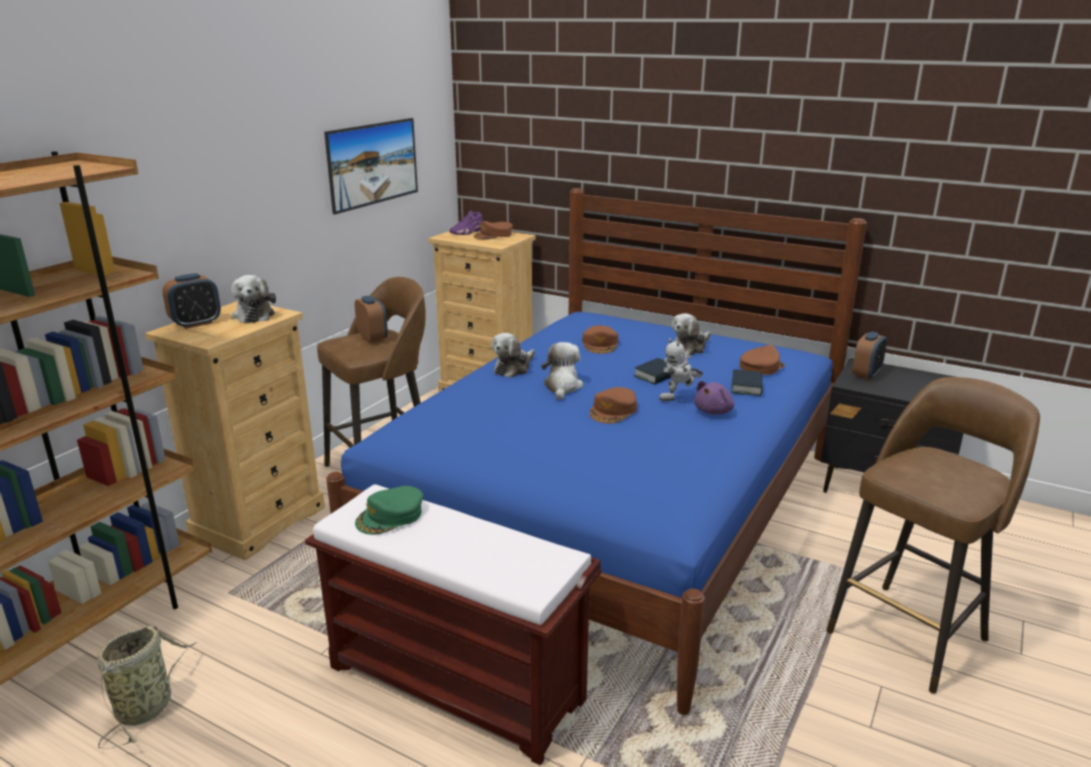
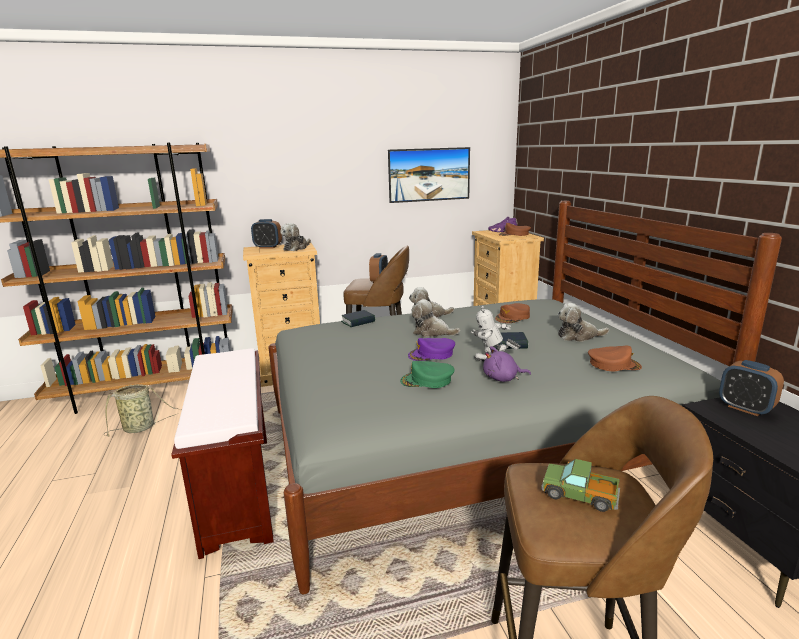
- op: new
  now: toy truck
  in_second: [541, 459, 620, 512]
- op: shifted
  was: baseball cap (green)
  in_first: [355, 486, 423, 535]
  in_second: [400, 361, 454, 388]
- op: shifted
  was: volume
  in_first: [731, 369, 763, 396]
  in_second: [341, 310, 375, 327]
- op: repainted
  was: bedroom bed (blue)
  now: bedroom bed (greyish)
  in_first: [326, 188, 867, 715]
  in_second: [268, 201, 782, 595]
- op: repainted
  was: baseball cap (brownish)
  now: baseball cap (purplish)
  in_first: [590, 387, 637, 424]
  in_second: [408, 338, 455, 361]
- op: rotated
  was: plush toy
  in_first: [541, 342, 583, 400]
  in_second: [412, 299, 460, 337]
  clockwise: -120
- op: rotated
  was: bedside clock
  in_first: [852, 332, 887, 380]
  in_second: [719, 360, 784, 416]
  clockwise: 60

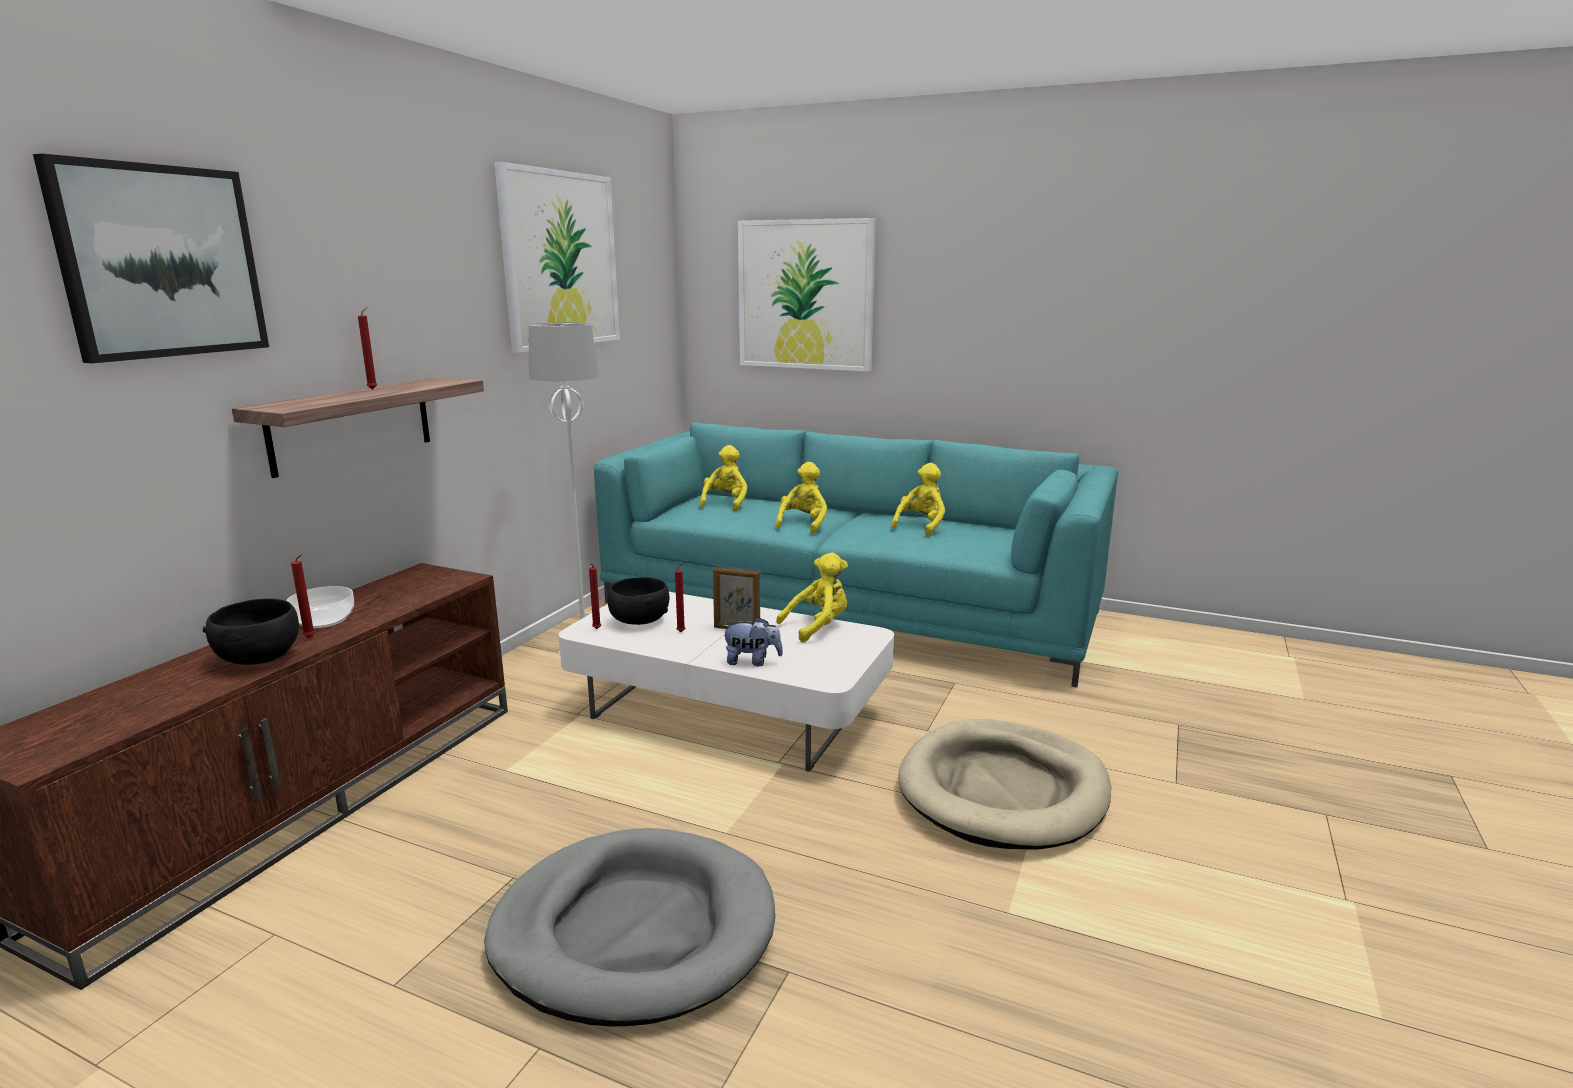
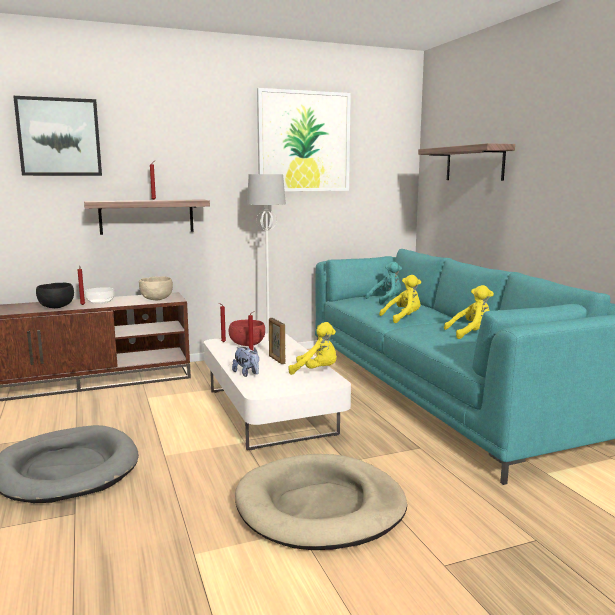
- op: new
  now: serving bowl (beige)
  in_second: [139, 276, 173, 300]
- op: swapped
  was: wall art
  now: shelf
  in_first: [738, 218, 876, 372]
  in_second: [418, 143, 515, 181]
- op: repainted
  was: serving bowl (blackish)
  now: serving bowl (reddish)
  in_first: [607, 577, 670, 625]
  in_second: [229, 320, 265, 346]
- op: repainted
  was: plush toy (yellowish)
  now: plush toy (turquoise)
  in_first: [700, 445, 748, 512]
  in_second: [365, 262, 402, 304]

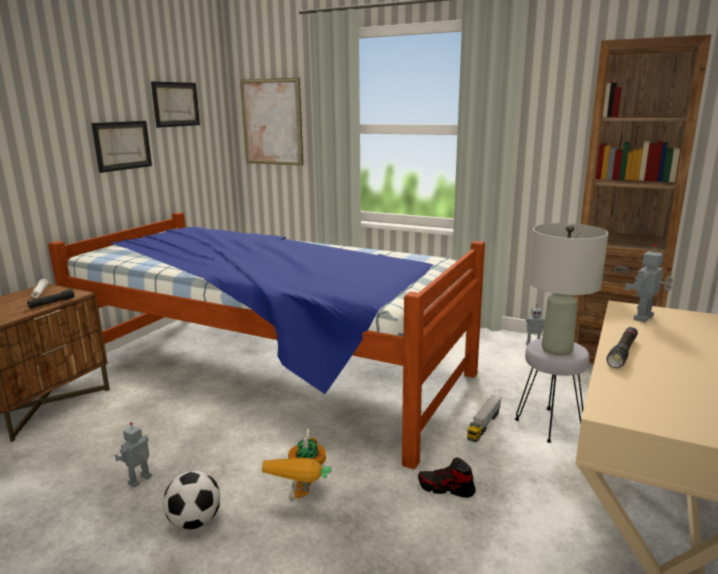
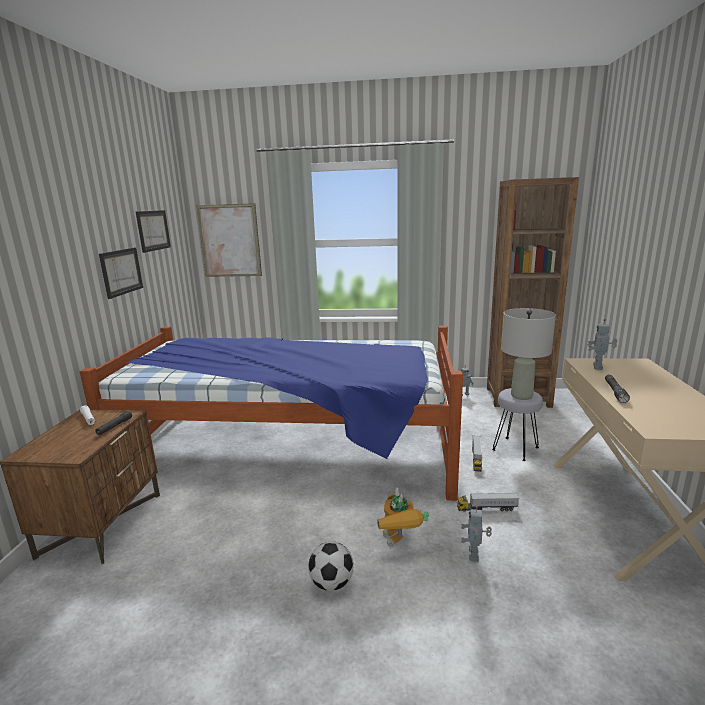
- op: shifted
  was: toy robot
  in_first: [115, 422, 152, 488]
  in_second: [461, 507, 492, 562]
- op: swapped
  was: shoe
  now: toy truck
  in_first: [418, 458, 476, 498]
  in_second: [457, 493, 519, 512]

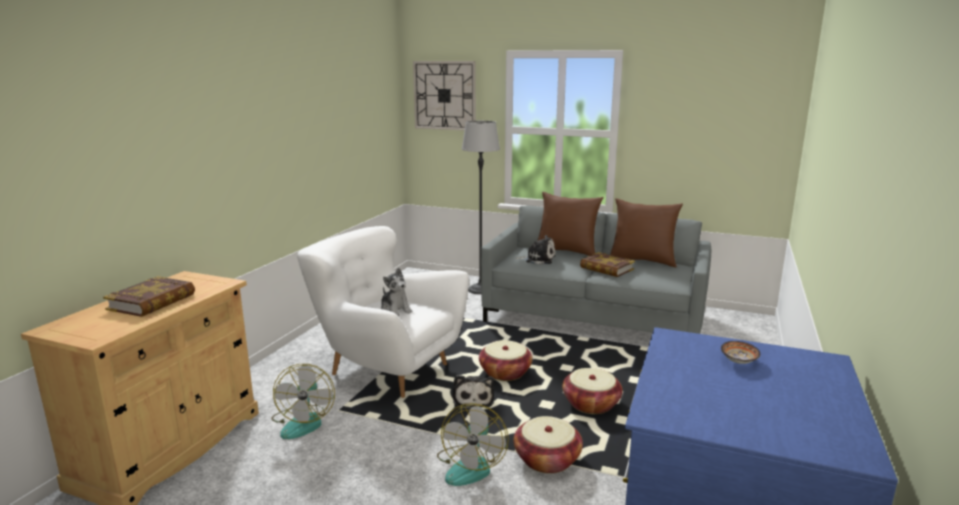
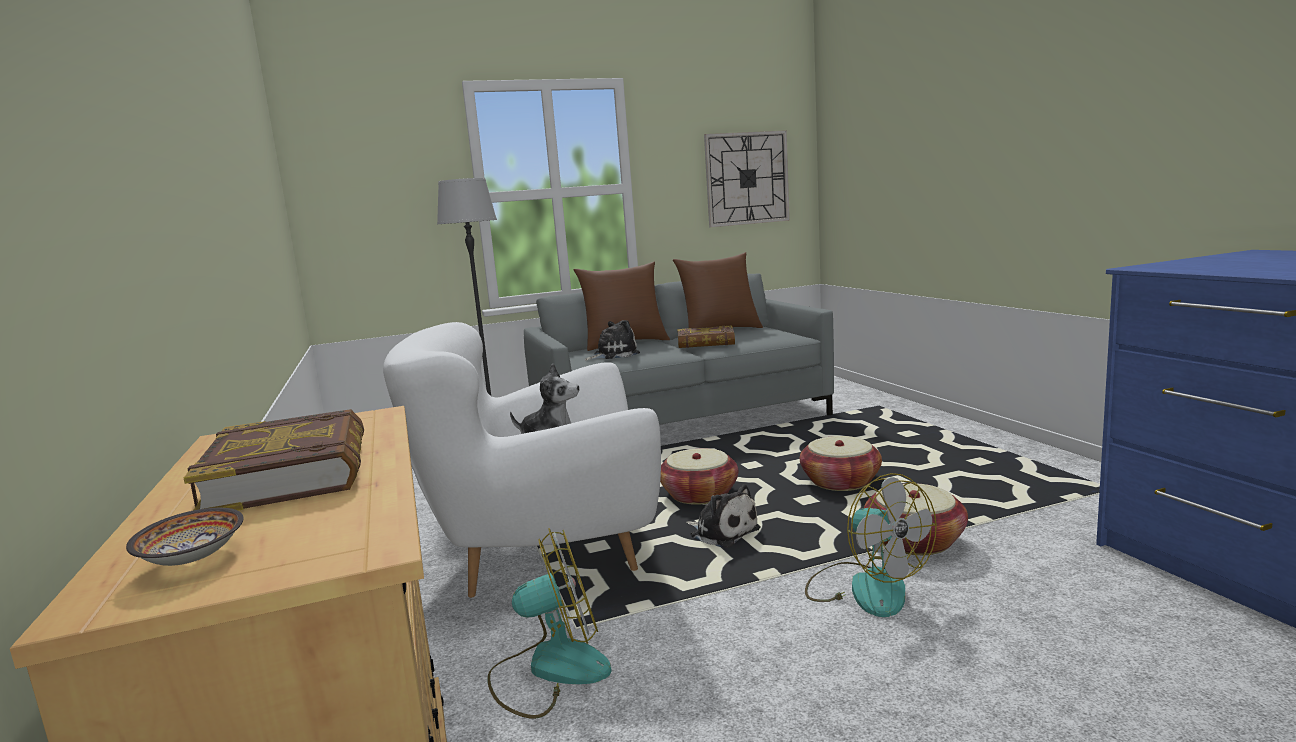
- op: shifted
  was: hanging clock
  in_first: [413, 61, 476, 131]
  in_second: [704, 130, 790, 227]
- op: shifted
  was: serving bowl
  in_first: [721, 341, 760, 364]
  in_second: [126, 508, 244, 566]
- op: rotated
  was: electric fan
  in_first: [271, 364, 335, 439]
  in_second: [487, 528, 612, 719]
  clockwise: -60

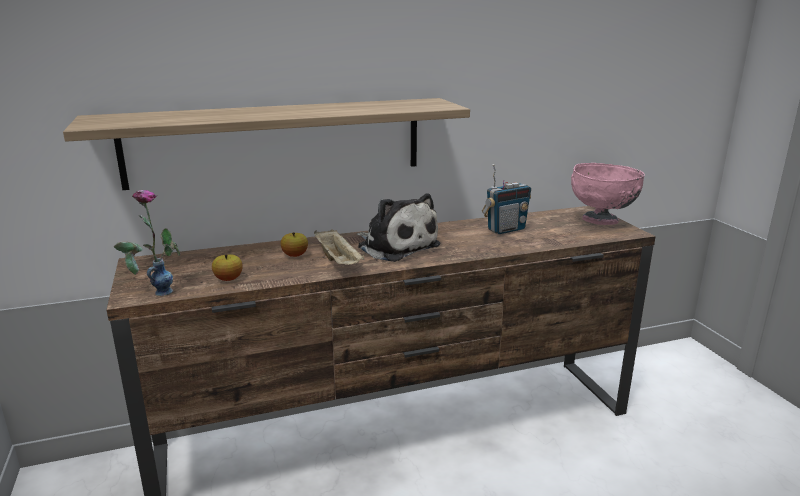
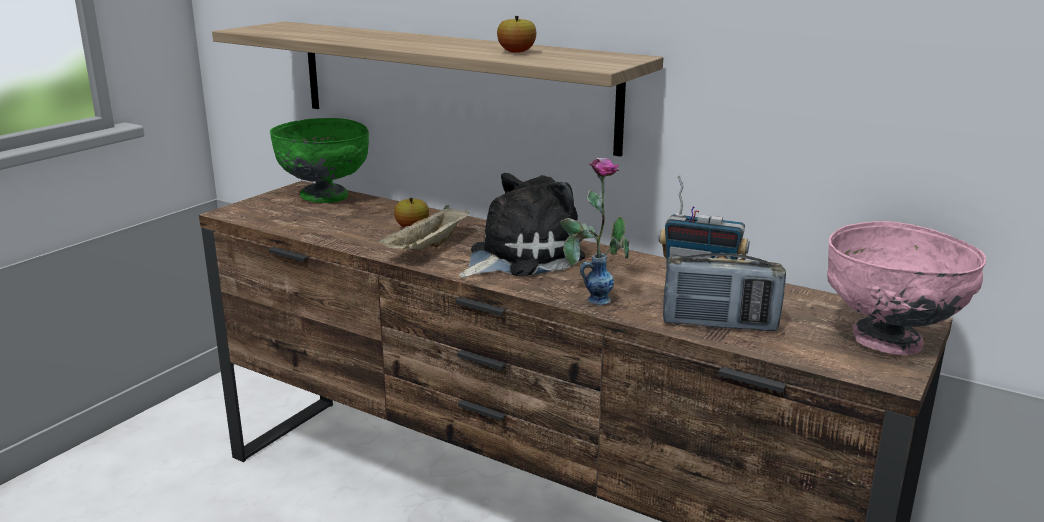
- op: new
  now: serving bowl (green)
  in_second: [270, 118, 369, 203]
- op: new
  now: radio receiver
  in_second: [663, 253, 786, 331]
- op: shifted
  was: decorative vase
  in_first: [114, 190, 181, 296]
  in_second: [560, 158, 629, 305]
- op: shifted
  was: apple fruit
  in_first: [212, 254, 243, 281]
  in_second: [497, 16, 536, 53]
- op: rotated
  was: plush toy
  in_first: [356, 194, 441, 262]
  in_second: [459, 173, 585, 278]
  clockwise: -135

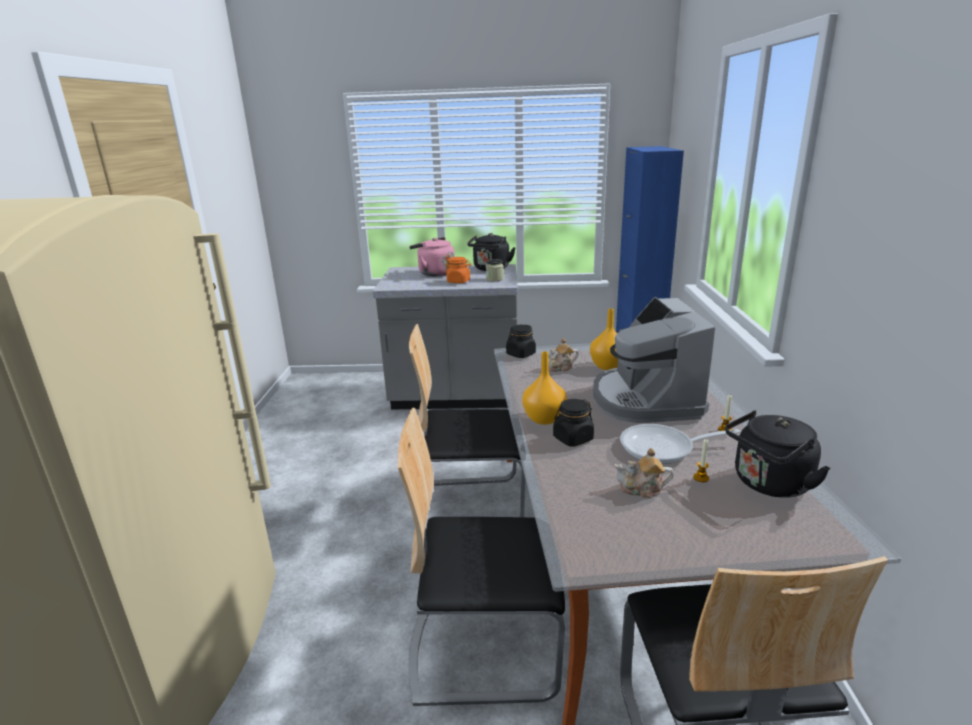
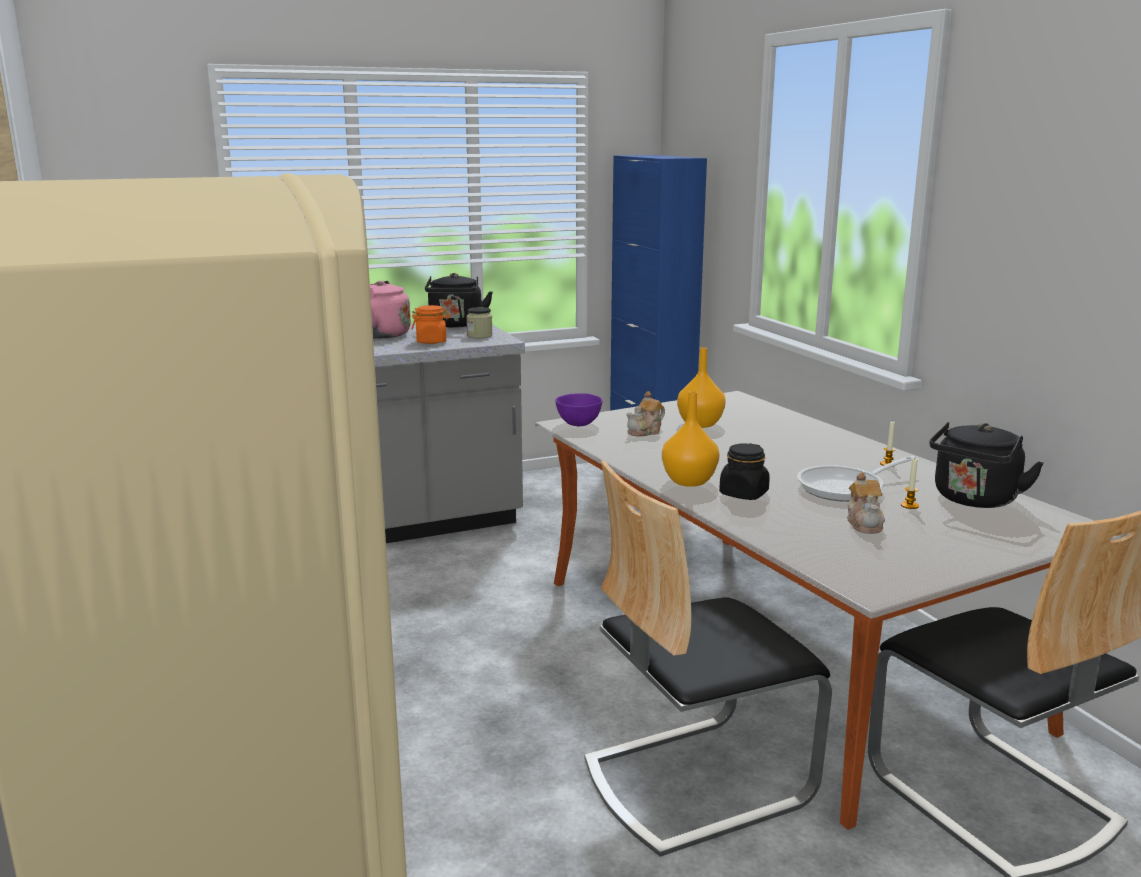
- op: gone
  was: upright chair
  in_first: [409, 324, 525, 517]
- op: gone
  was: coffee brewer
  in_first: [593, 297, 716, 423]
- op: swapped
  was: preserve jar (blackish)
  now: serving bowl (purplish)
  in_first: [506, 325, 536, 358]
  in_second: [555, 393, 602, 426]
- op: rotated
  was: teapot
  in_first: [614, 448, 674, 498]
  in_second: [847, 472, 885, 534]
  clockwise: -75

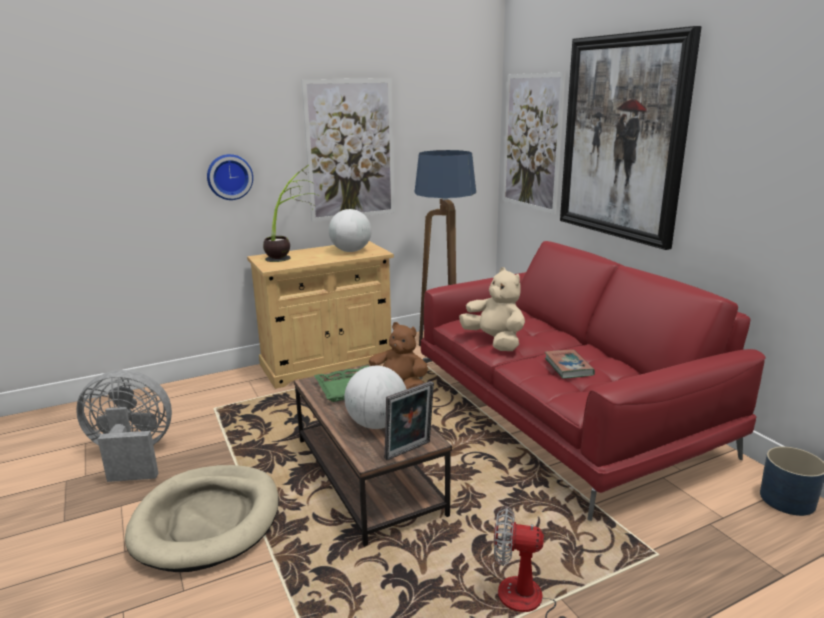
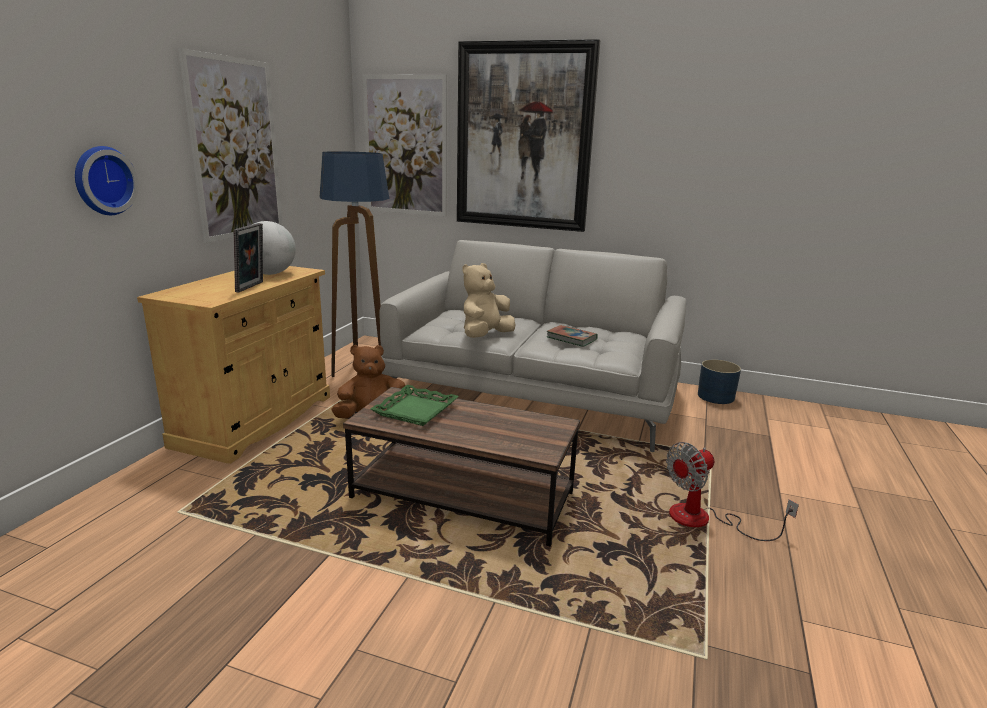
- op: gone
  was: electric fan (greyish)
  in_first: [76, 370, 172, 482]
- op: gone
  was: pet bed (beige)
  in_first: [125, 465, 279, 572]
- op: gone
  was: potted plant
  in_first: [263, 165, 320, 262]
- op: gone
  was: globe
  in_first: [344, 366, 407, 429]
- op: shifted
  was: photo frame
  in_first: [384, 381, 434, 460]
  in_second: [233, 223, 263, 292]
- op: repainted
  was: settee (reddish)
  now: settee (greyish)
  in_first: [419, 241, 766, 521]
  in_second: [380, 240, 686, 452]
- op: rotated
  was: plush toy (beige)
  in_first: [459, 267, 525, 351]
  in_second: [462, 263, 515, 338]
  clockwise: -60

